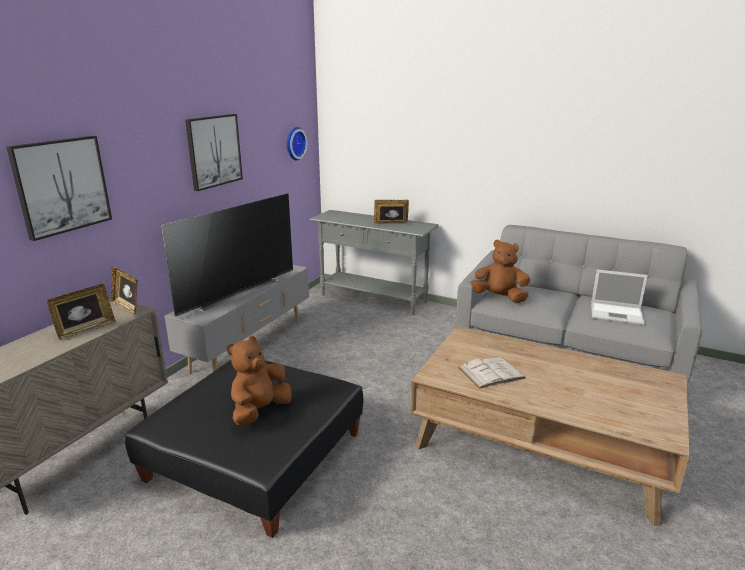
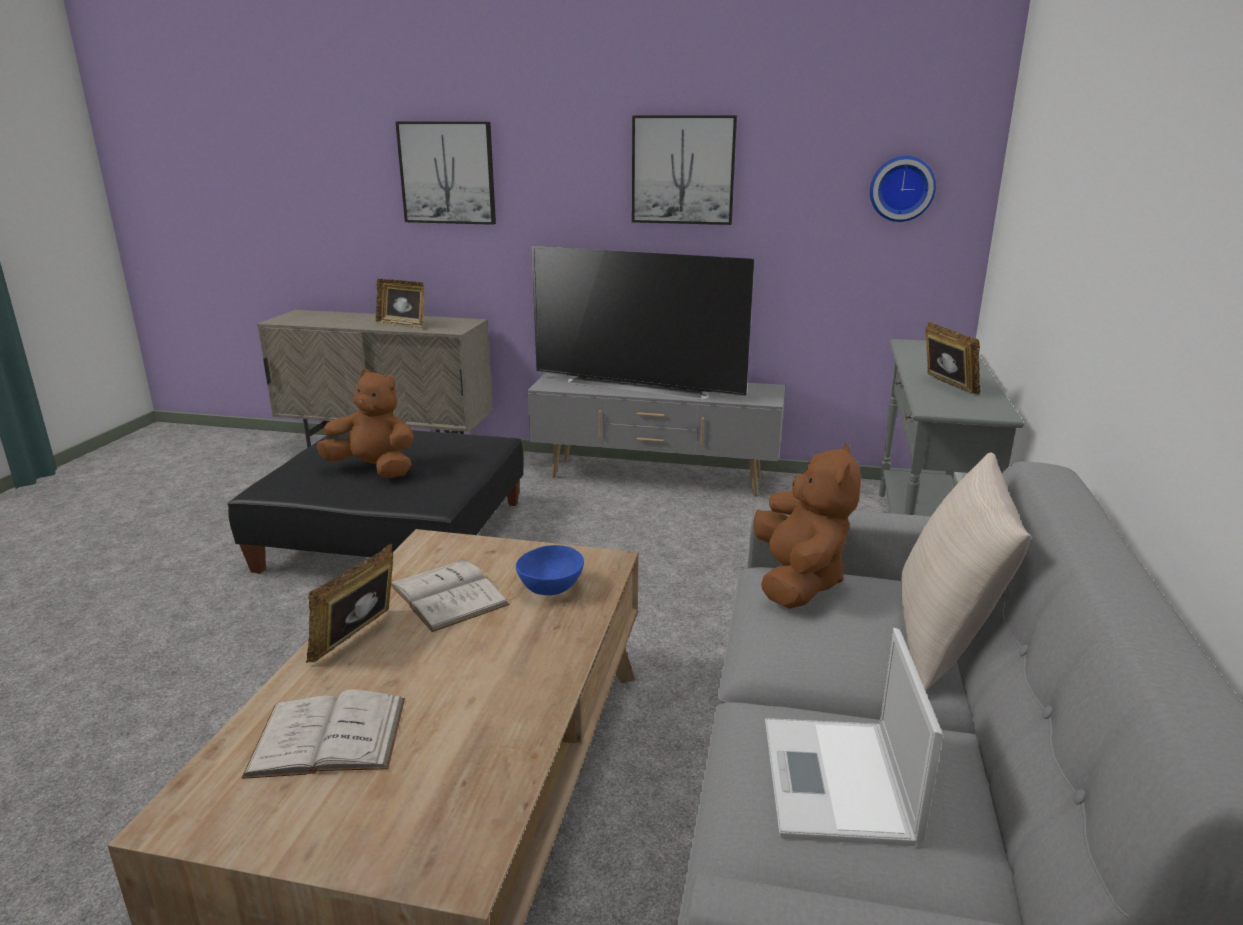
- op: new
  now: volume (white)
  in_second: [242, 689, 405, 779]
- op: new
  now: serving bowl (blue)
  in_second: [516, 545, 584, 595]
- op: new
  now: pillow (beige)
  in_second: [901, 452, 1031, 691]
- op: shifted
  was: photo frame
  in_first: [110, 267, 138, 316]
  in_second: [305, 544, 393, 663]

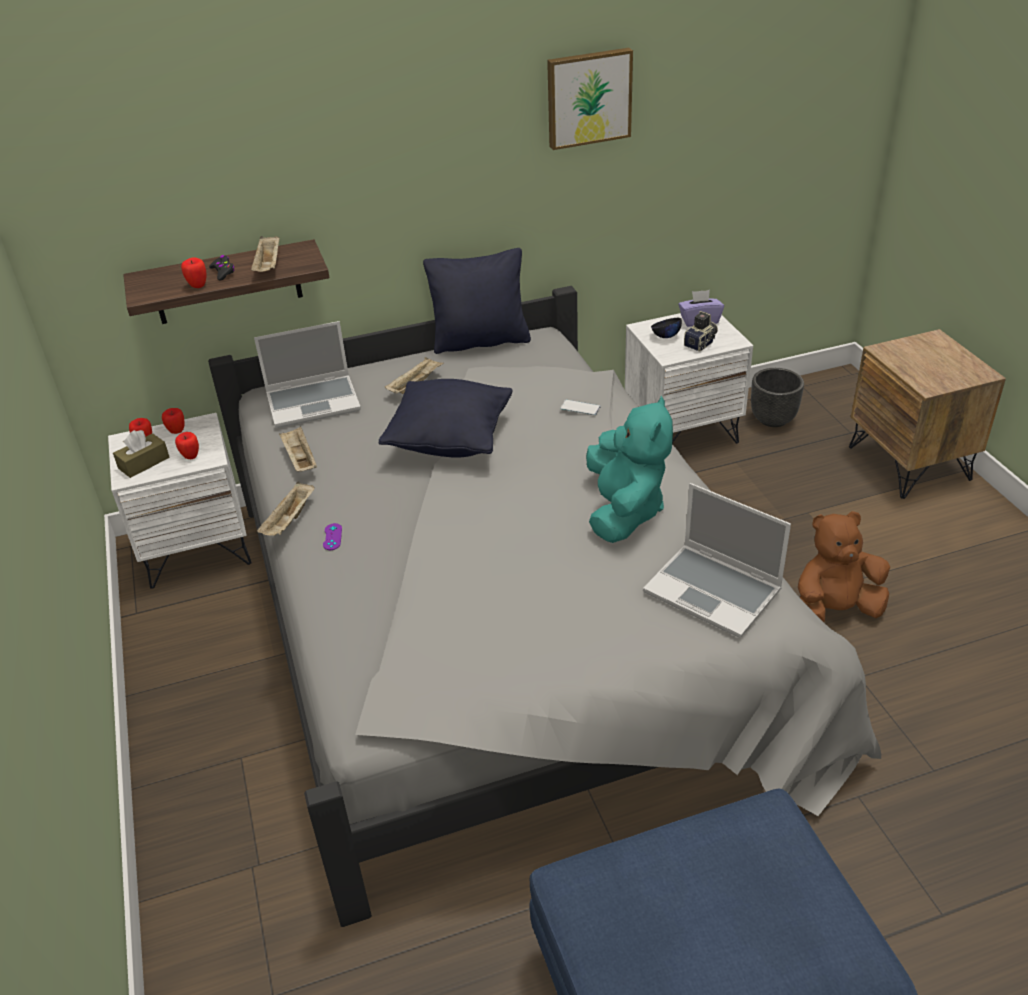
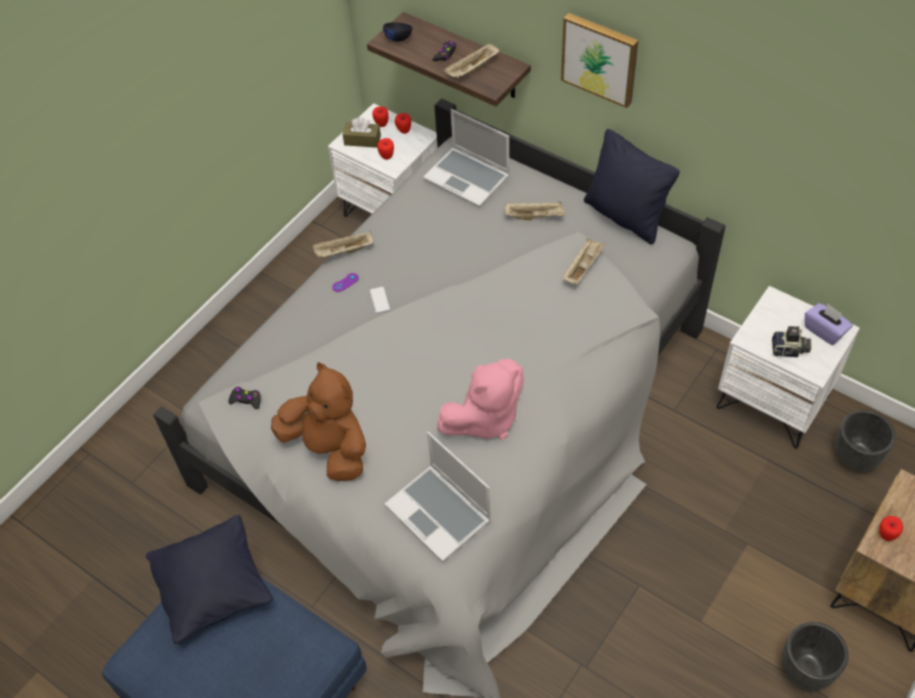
- op: new
  now: gamepad (blackish)
  in_second: [228, 387, 260, 409]
- op: new
  now: flower pot (blackish)
  in_second: [782, 622, 849, 691]
- op: shifted
  was: apple fruit
  in_first: [181, 258, 207, 288]
  in_second: [879, 516, 903, 541]
- op: shifted
  was: carrying tray (beige)
  in_first: [279, 426, 317, 472]
  in_second: [562, 239, 606, 285]
- op: shifted
  was: pillow (blackish)
  in_first: [378, 379, 513, 458]
  in_second: [146, 515, 273, 644]
- op: shifted
  was: wall art
  in_first: [547, 48, 633, 150]
  in_second: [561, 13, 639, 108]
- op: shifted
  was: telephone
  in_first: [560, 400, 601, 415]
  in_second: [369, 286, 390, 314]
- op: shifted
  was: serving bowl (blackish)
  in_first: [651, 318, 682, 338]
  in_second: [383, 22, 412, 42]
- op: shifted
  was: plush toy (brownish)
  in_first: [798, 511, 890, 622]
  in_second: [271, 362, 366, 481]
- op: repainted
  was: plush toy (turquoise)
  now: plush toy (pink-coloured)
  in_first: [586, 396, 673, 543]
  in_second: [437, 359, 524, 440]
- op: rotated
  was: portable computer
  in_first: [643, 483, 791, 638]
  in_second: [384, 432, 491, 562]
  clockwise: -45

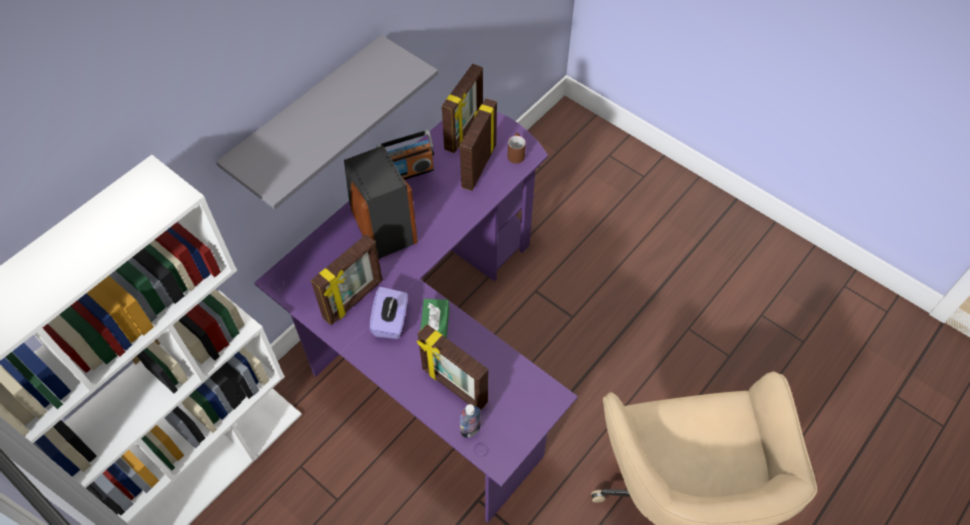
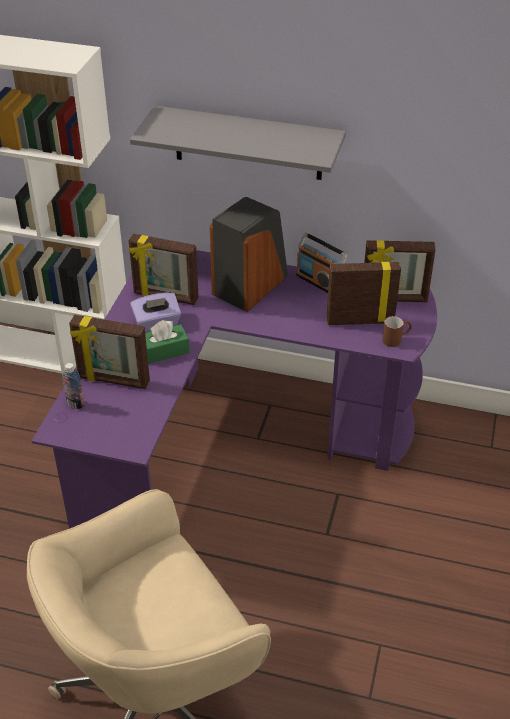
- op: rotated
  was: photo frame
  in_first: [417, 324, 488, 410]
  in_second: [69, 315, 150, 389]
  clockwise: -90

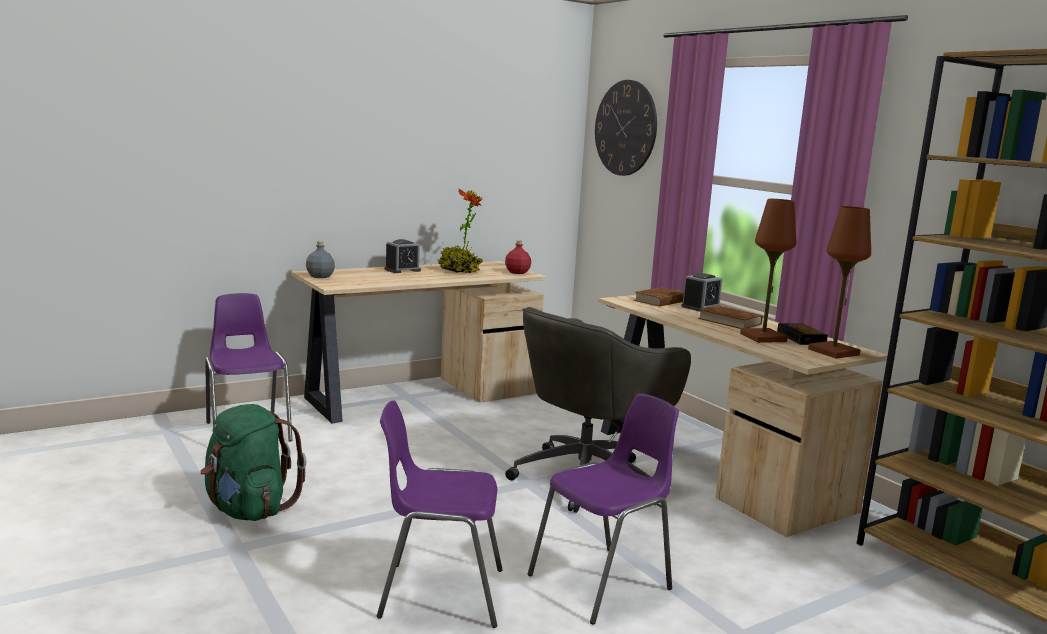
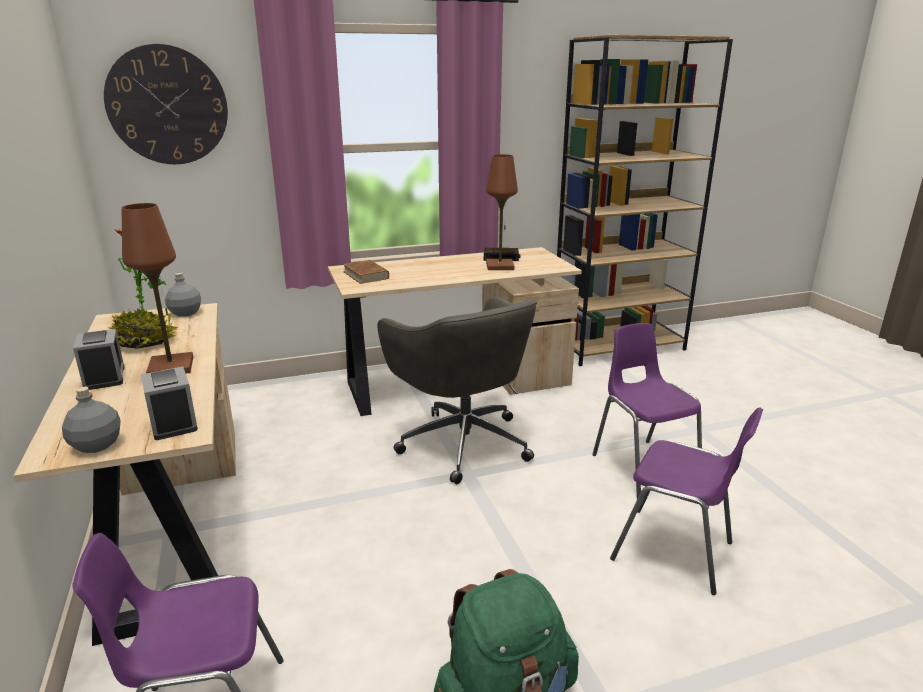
- op: gone
  was: volume (brownish)
  in_first: [698, 305, 763, 329]
- op: shifted
  was: bedside clock
  in_first: [681, 273, 723, 312]
  in_second: [141, 367, 198, 440]
- op: shifted
  was: table lamp (brownish)
  in_first: [808, 206, 871, 359]
  in_second: [122, 203, 193, 374]
- op: repainted
  was: beverage bottle (reddish)
  now: beverage bottle (greyish)
  in_first: [505, 240, 531, 274]
  in_second: [165, 273, 201, 317]
- op: rotated
  was: upright chair (purplish)
  in_first: [377, 400, 503, 628]
  in_second: [610, 407, 763, 595]
  clockwise: -75

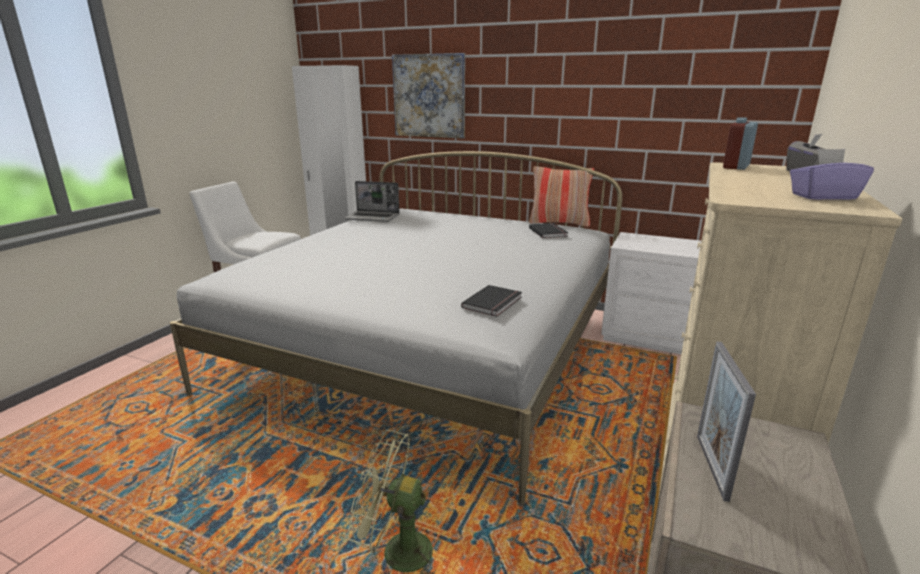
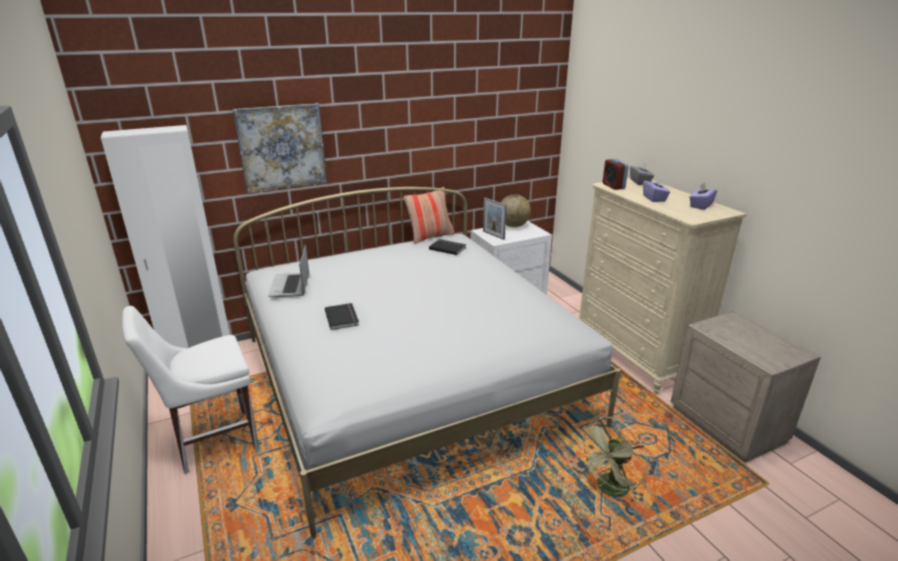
- op: new
  now: globe
  in_second: [500, 194, 531, 227]
- op: new
  now: box of tissues (purplish)
  in_second: [643, 177, 670, 202]
- op: shifted
  was: volume (blackish)
  in_first: [461, 285, 522, 317]
  in_second: [325, 303, 359, 330]
- op: shifted
  was: photo frame
  in_first: [697, 342, 756, 502]
  in_second: [483, 198, 507, 240]
- op: rotated
  was: portable computer
  in_first: [344, 181, 400, 222]
  in_second: [268, 245, 309, 297]
  clockwise: 120

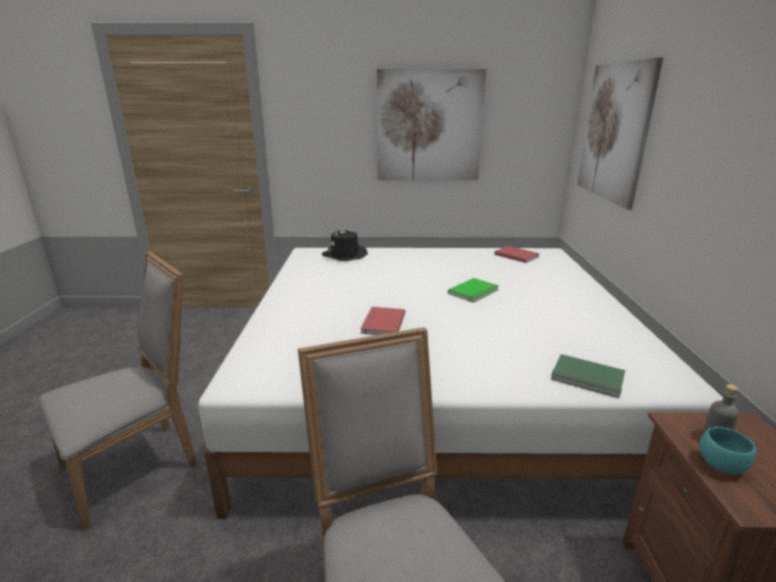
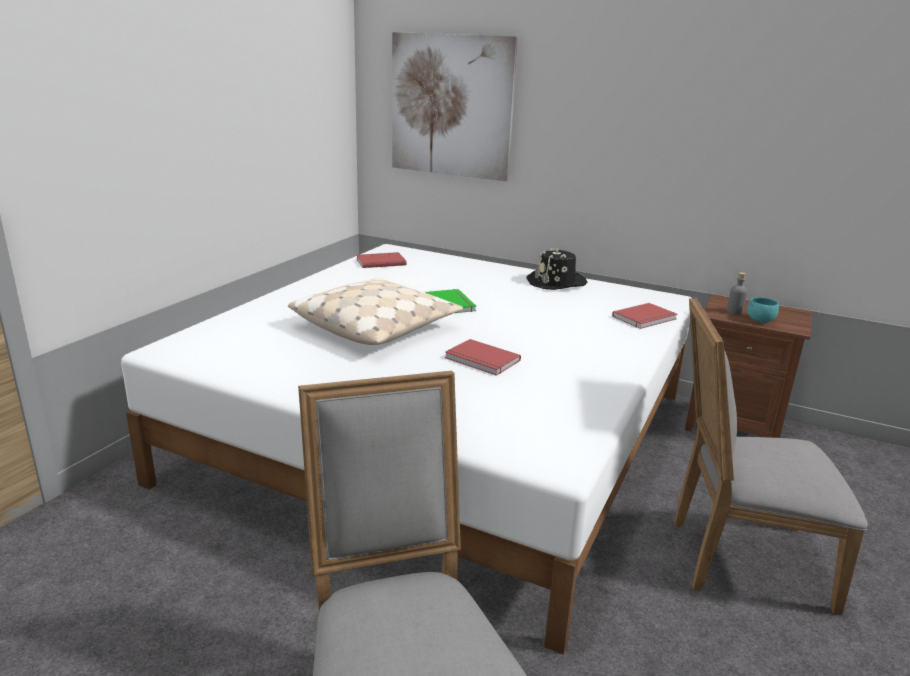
- op: gone
  was: wall art
  in_first: [377, 69, 486, 180]
- op: new
  now: pillow (beige)
  in_second: [288, 278, 463, 345]
- op: shifted
  was: wearable hat (blackish)
  in_first: [322, 228, 368, 261]
  in_second: [526, 247, 587, 290]
- op: repainted
  was: volume (green)
  now: volume (reddish)
  in_first: [551, 354, 625, 398]
  in_second: [612, 303, 678, 329]

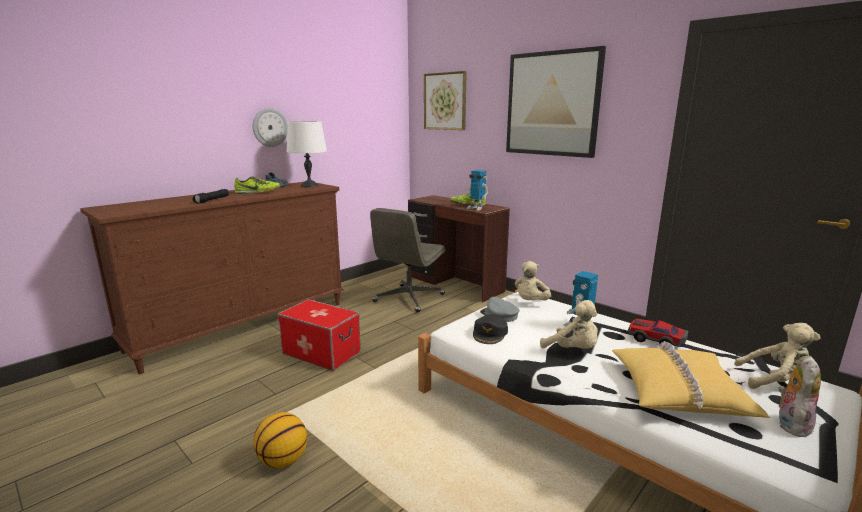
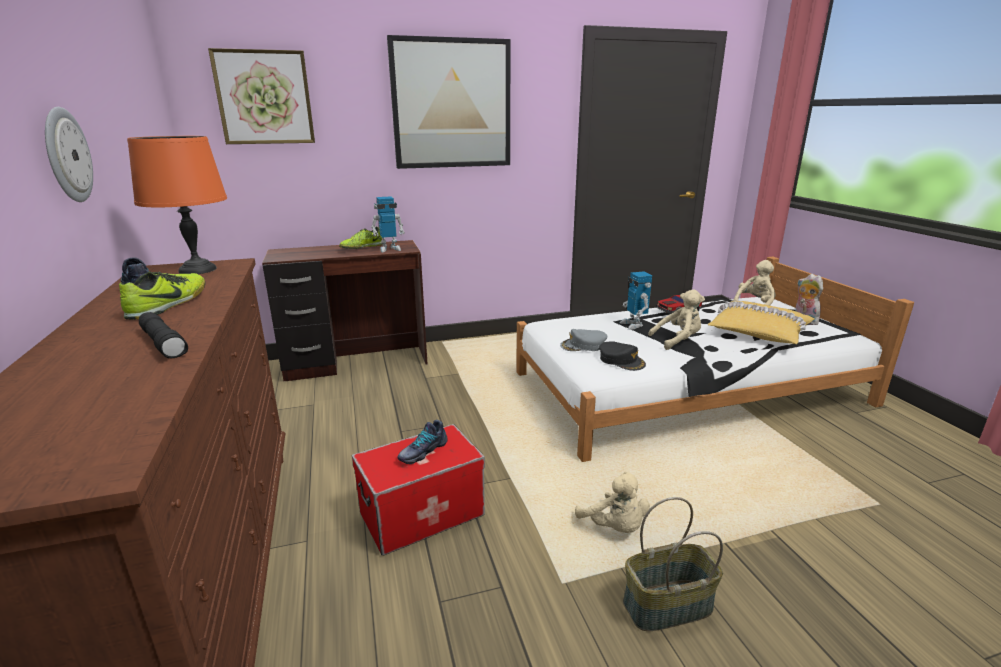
- op: gone
  was: computer chair (greyish)
  in_first: [370, 208, 445, 312]
- op: new
  now: shoe
  in_second: [397, 420, 448, 464]
- op: shifted
  was: plush toy (beige)
  in_first: [515, 261, 551, 301]
  in_second: [575, 472, 650, 533]
- op: swapped
  was: basketball
  now: household basket
  in_first: [254, 412, 307, 469]
  in_second: [623, 497, 723, 631]
- op: repainted
  was: table lamp (white)
  now: table lamp (orange)
  in_first: [286, 121, 327, 187]
  in_second: [127, 136, 227, 274]

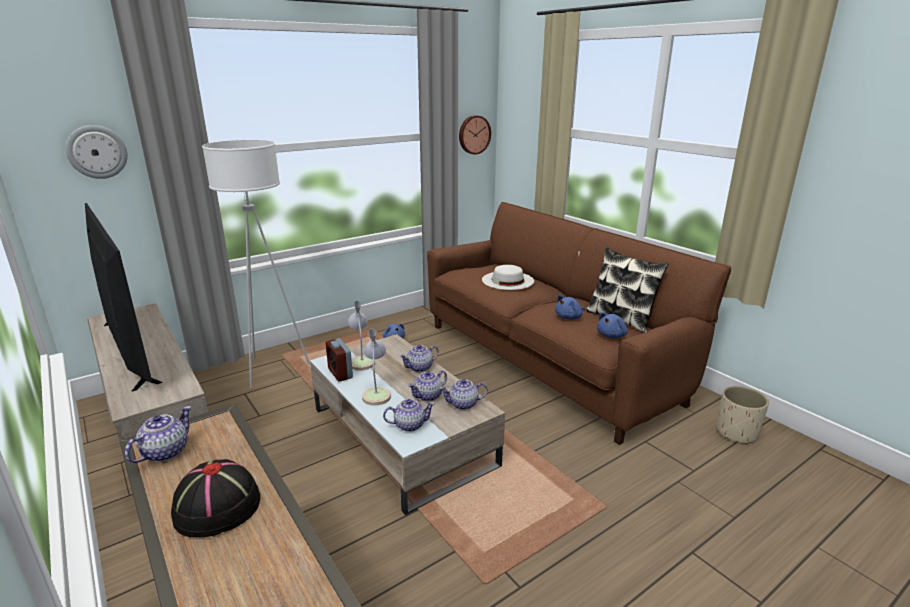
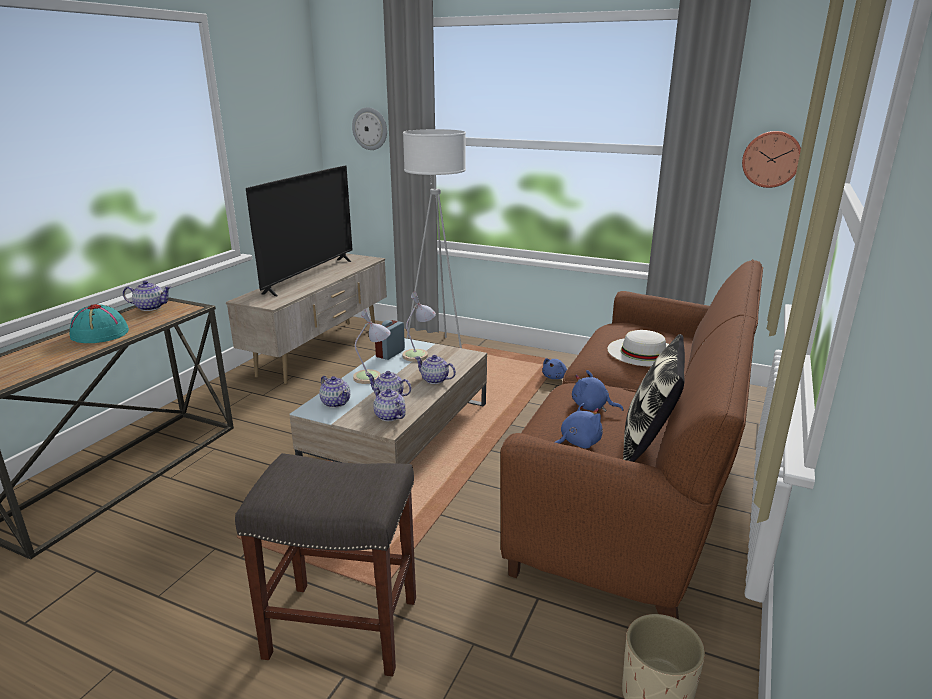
- op: new
  now: stool seat (greyish)
  in_second: [235, 453, 416, 677]
- op: repainted
  was: wearable hat (blackish)
  now: wearable hat (turquoise)
  in_first: [171, 459, 260, 537]
  in_second: [69, 304, 129, 343]
- op: rotated
  was: plush toy (blue)
  in_first: [597, 312, 628, 338]
  in_second: [555, 403, 603, 449]
  clockwise: 135

